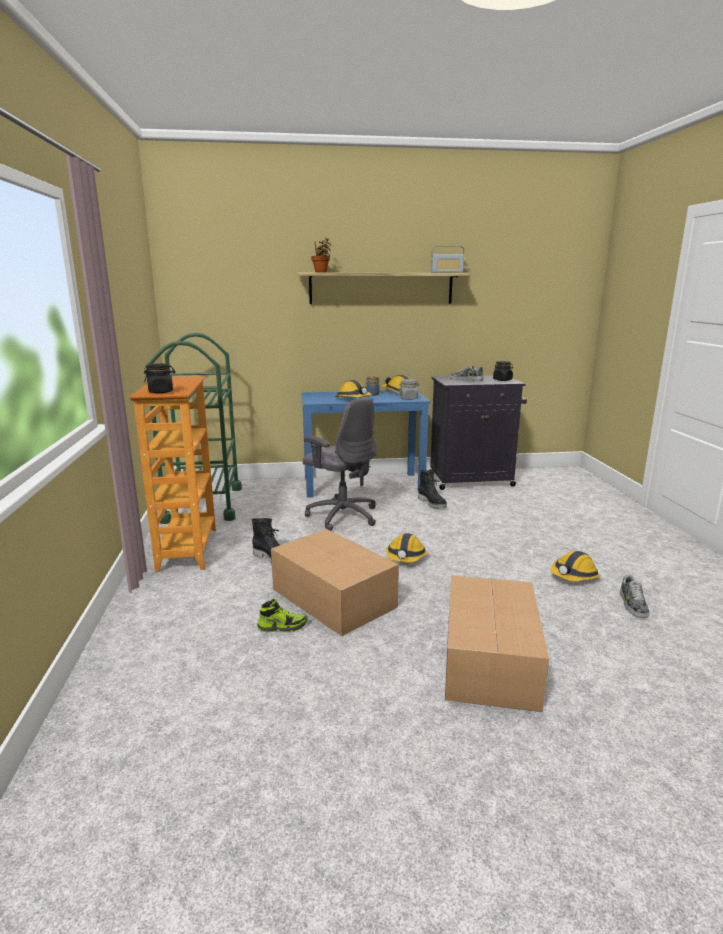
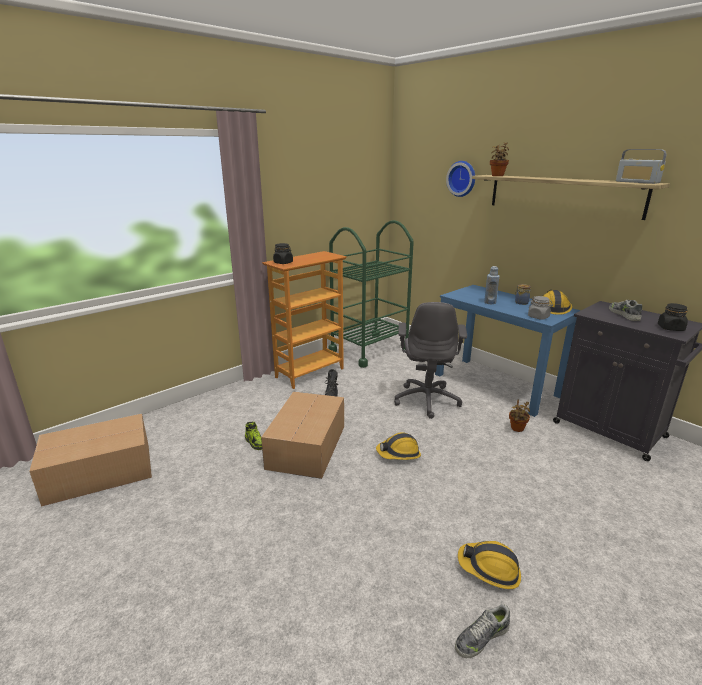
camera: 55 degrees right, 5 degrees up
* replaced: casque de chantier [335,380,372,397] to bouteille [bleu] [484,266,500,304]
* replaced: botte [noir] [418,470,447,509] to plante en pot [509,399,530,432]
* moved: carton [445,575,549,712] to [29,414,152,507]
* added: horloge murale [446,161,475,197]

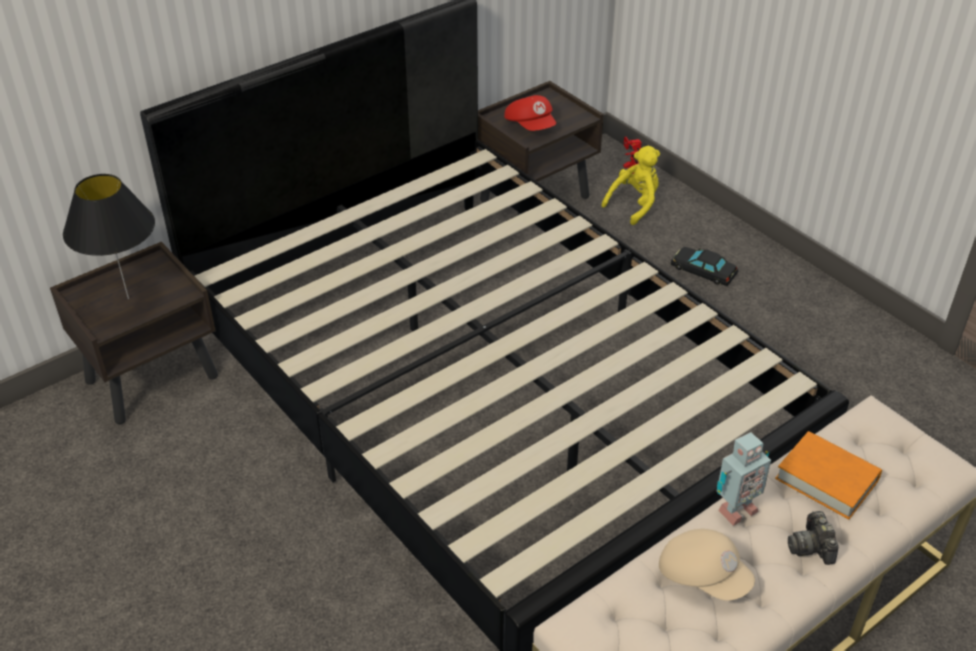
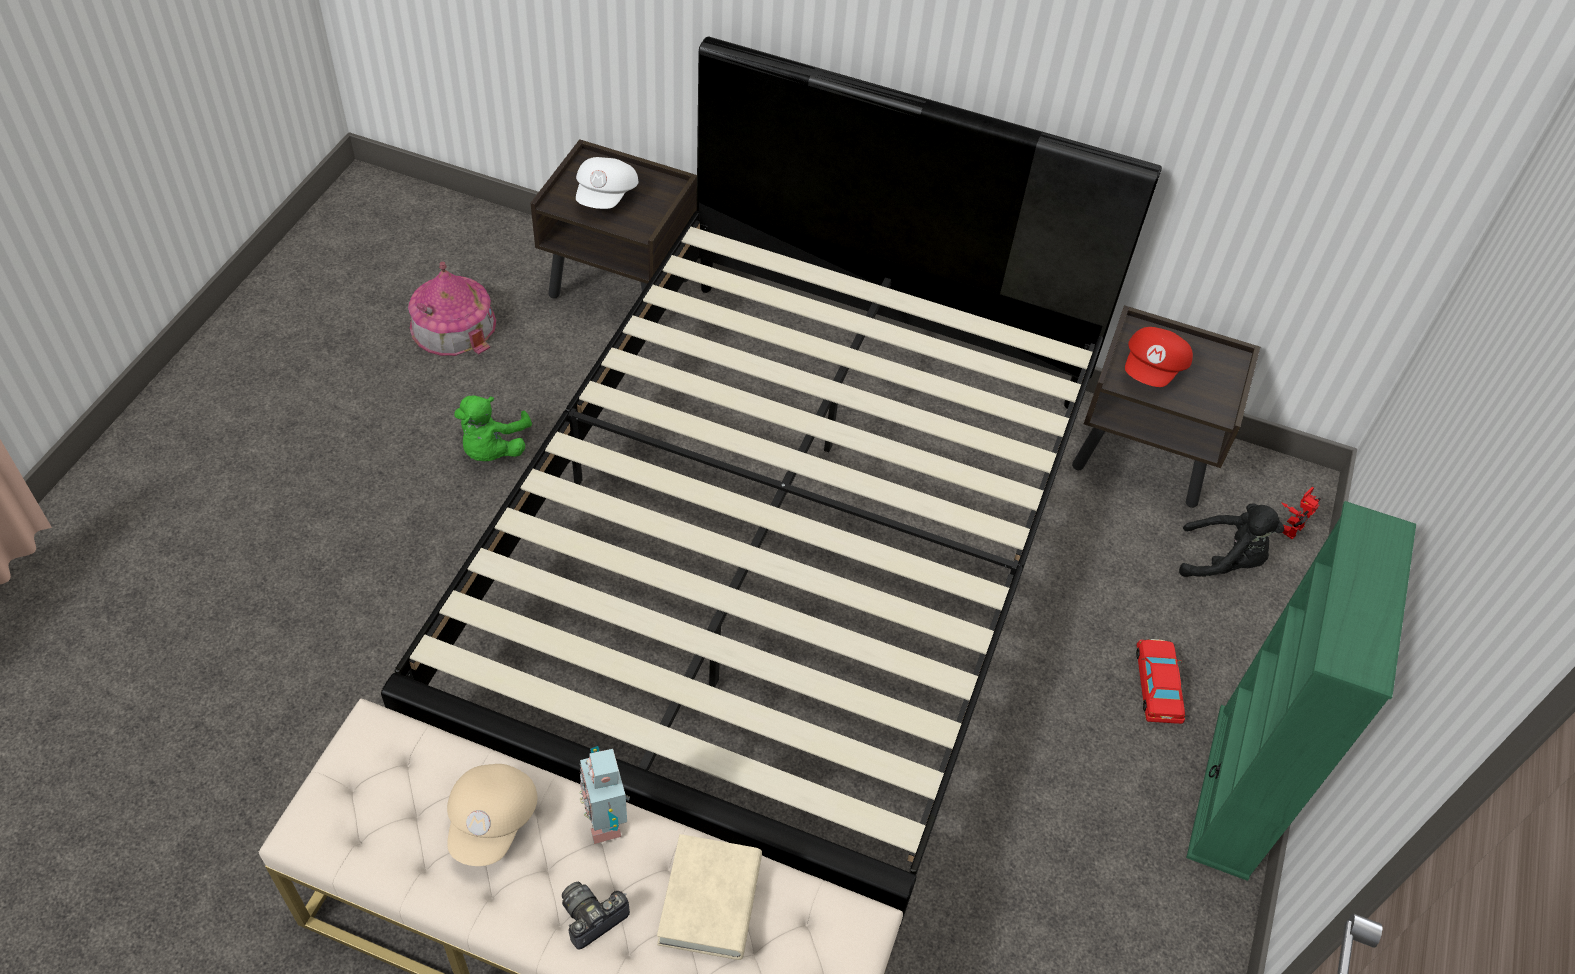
camera: 55 degrees right, 10 degrees up
* recoloured: peluche [jaune] [601,146,660,225] to peluche [noir] [1179,503,1285,577]
* replaced: lampe de table [noir] [63,174,155,299] to casquette [blanc] [576,157,638,209]
* recoloured: petite voiture [noir] [671,247,738,286] to petite voiture [rouge] [1136,639,1185,724]
* recoloured: livre [orange] [775,431,882,520] to livre [beige] [657,834,762,960]
* turned: robot jouet [717,432,771,526] = [579,746,630,844] 45 degrees clockwise
* added: maison miniature [408,262,496,356]
* added: peluche [vert] [454,396,532,461]
* added: bibliothèque [vert] [1186,501,1416,881]

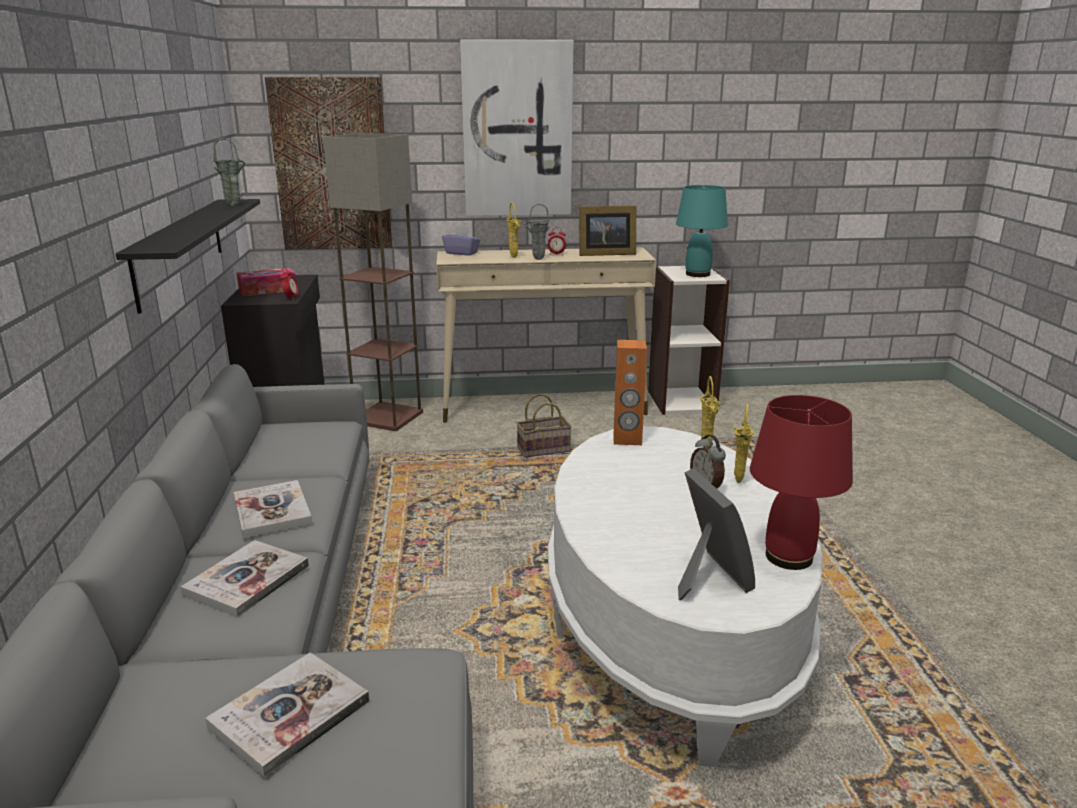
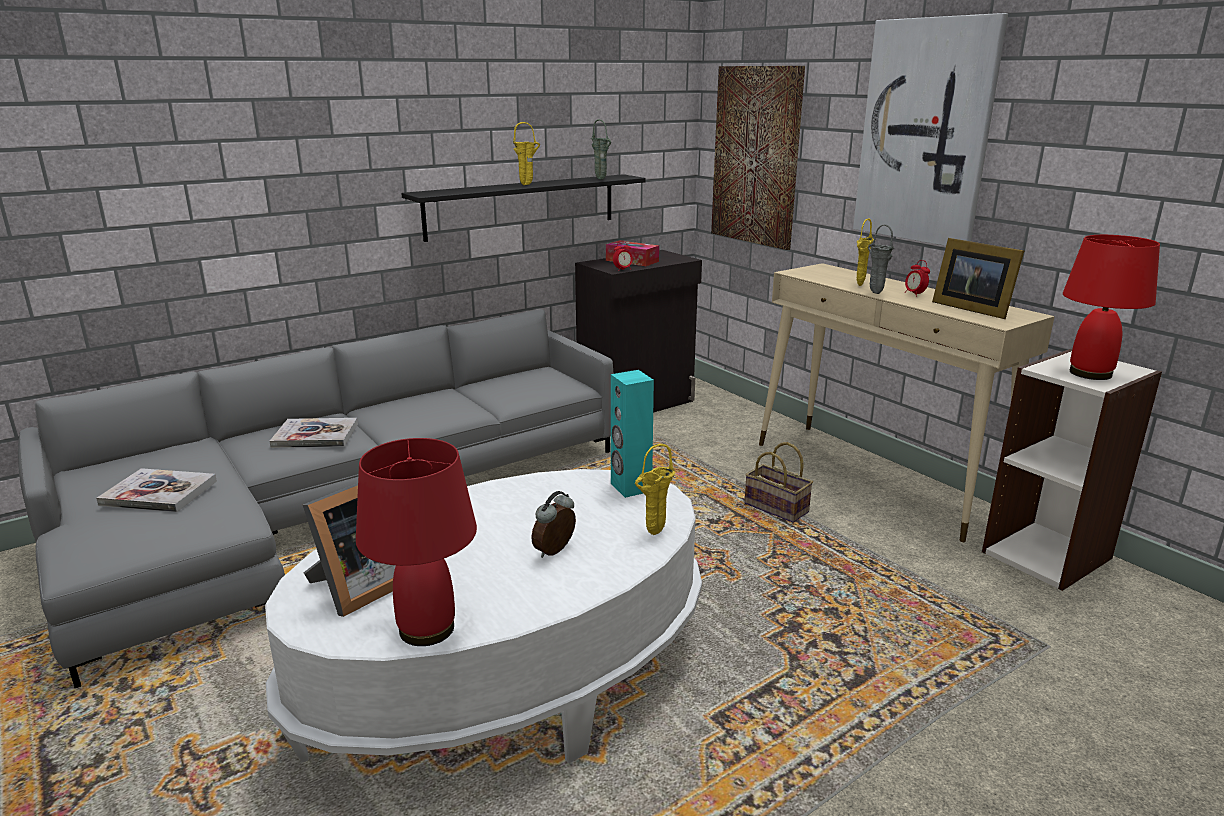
camera: 60 degrees right, 0 degrees up
* removed: lampadaire [323,133,423,431]
* recoloured: lampe de table [turquoise] [676,185,728,277] to lampe de table [rouge] [1063,235,1160,380]
* removed: boîte à mouchoirs [violet] [442,226,480,256]
* recoloured: enceinte [orange] [614,340,647,445] to enceinte [turquoise] [611,370,654,498]
* moved: vase [jaune] [733,404,754,483] to [513,122,540,185]
* removed: livre [234,480,312,538]

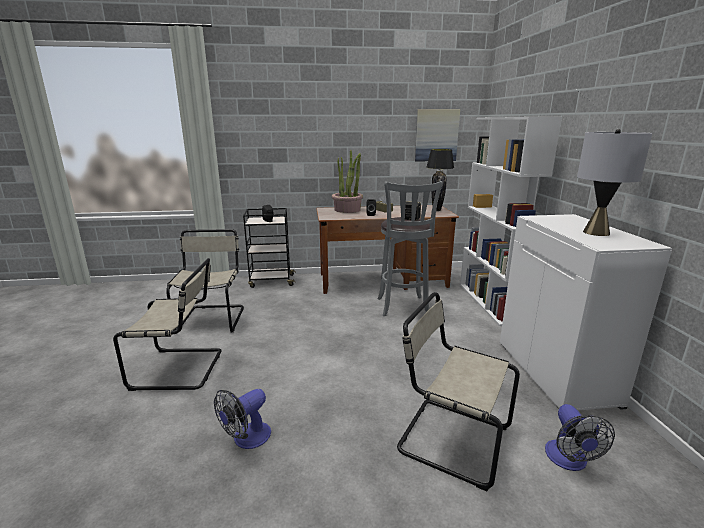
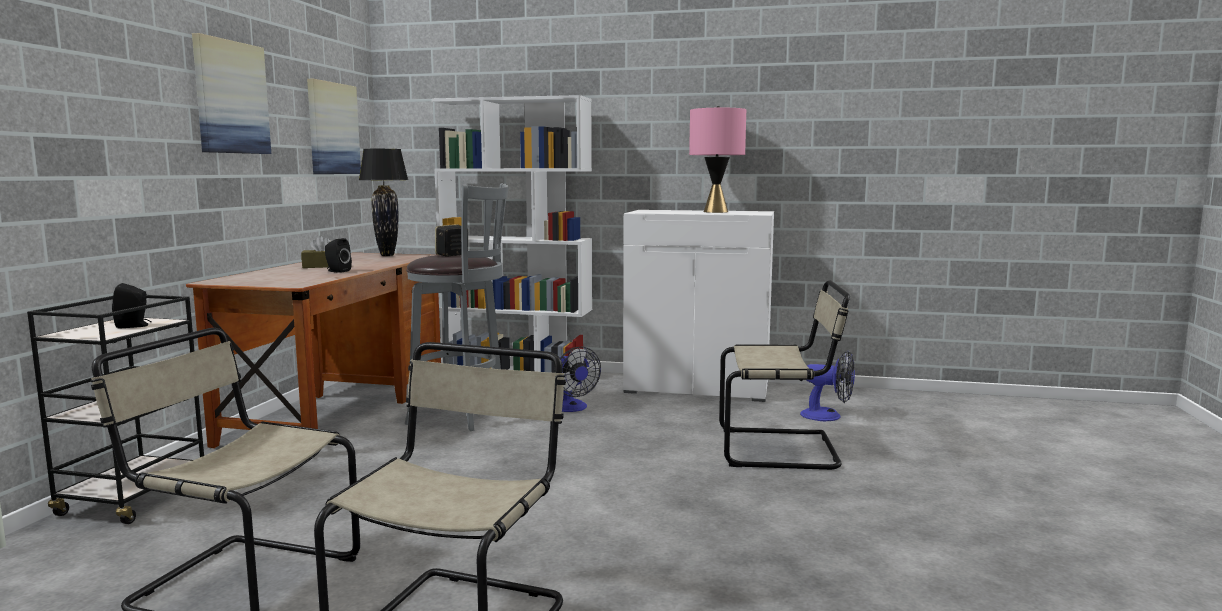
camera: 70 degrees left, 10 degrees down
* recoloured: lampe de table [gris] [577,129,652,236] to lampe de table [rose] [689,106,746,213]
* removed: plante en pot [332,150,363,213]
* turned: chaise [beige] [397,292,520,491] = [719,280,850,470] 135 degrees counterclockwise
* moved: ventilateur [214,389,271,449] to [560,347,601,412]
* added: tableau [192,33,271,154]

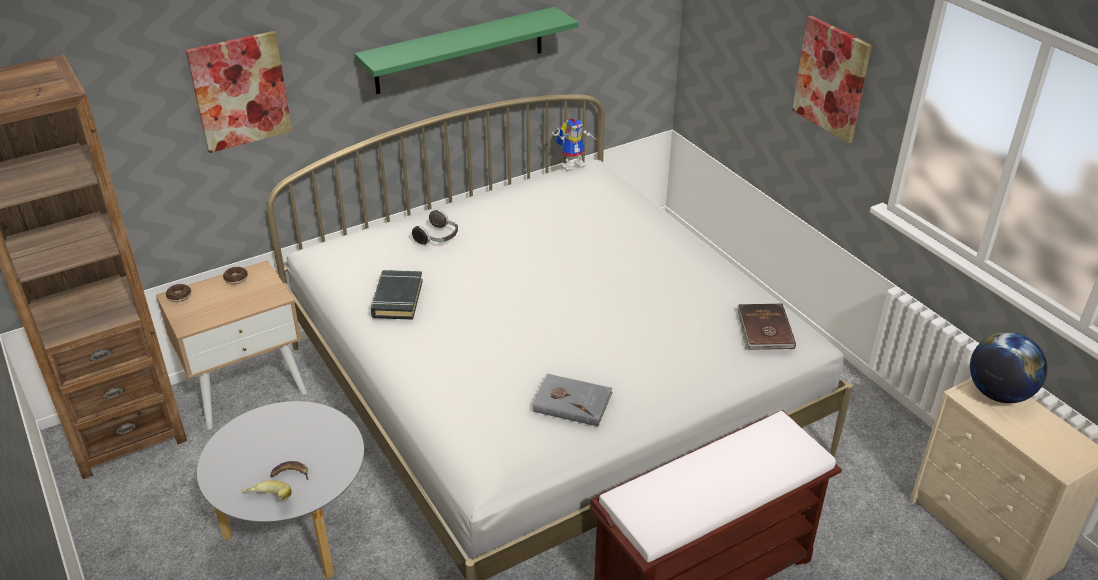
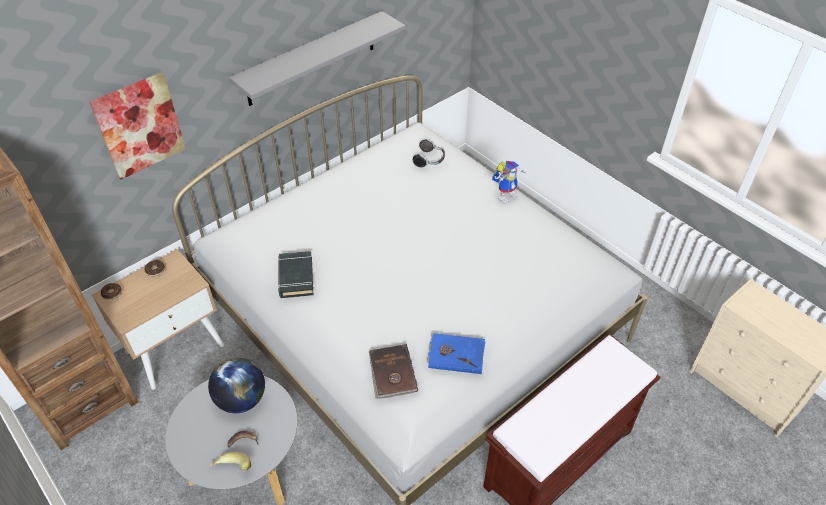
camera: 10 degrees left, 10 degrees up
* recoloured: étagère [vert] [354,7,579,94] to étagère [gris] [229,11,406,106]
* removed: tableau [793,15,872,143]
* moved: robot jouet [552,119,598,171] to [492,161,526,204]
* moved: casque audio [412,210,458,245] to [413,139,445,168]
* moved: livre [marron] [738,303,796,350] to [369,344,418,399]
* moved: globe [970,332,1047,403] to [208,357,265,413]
* recoloured: livre [gris] [532,374,613,427] to livre [bleu] [427,333,486,374]

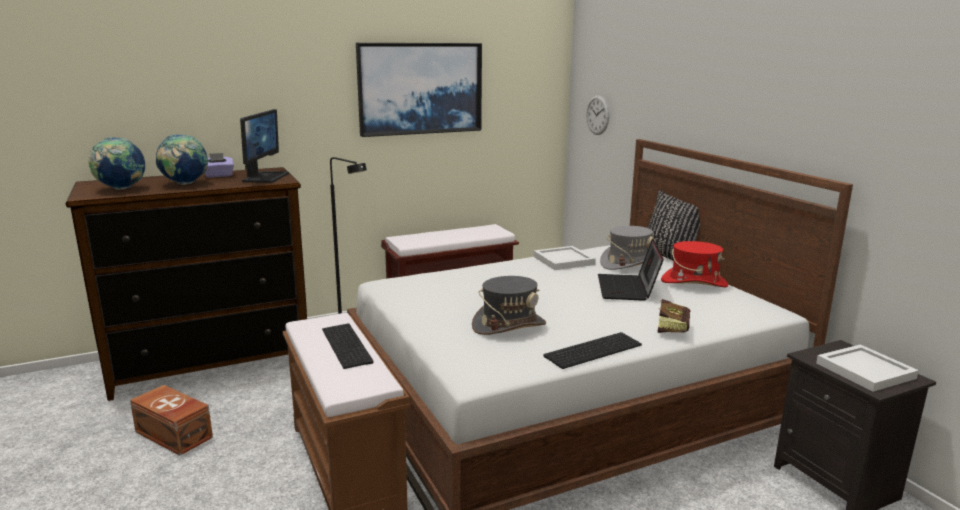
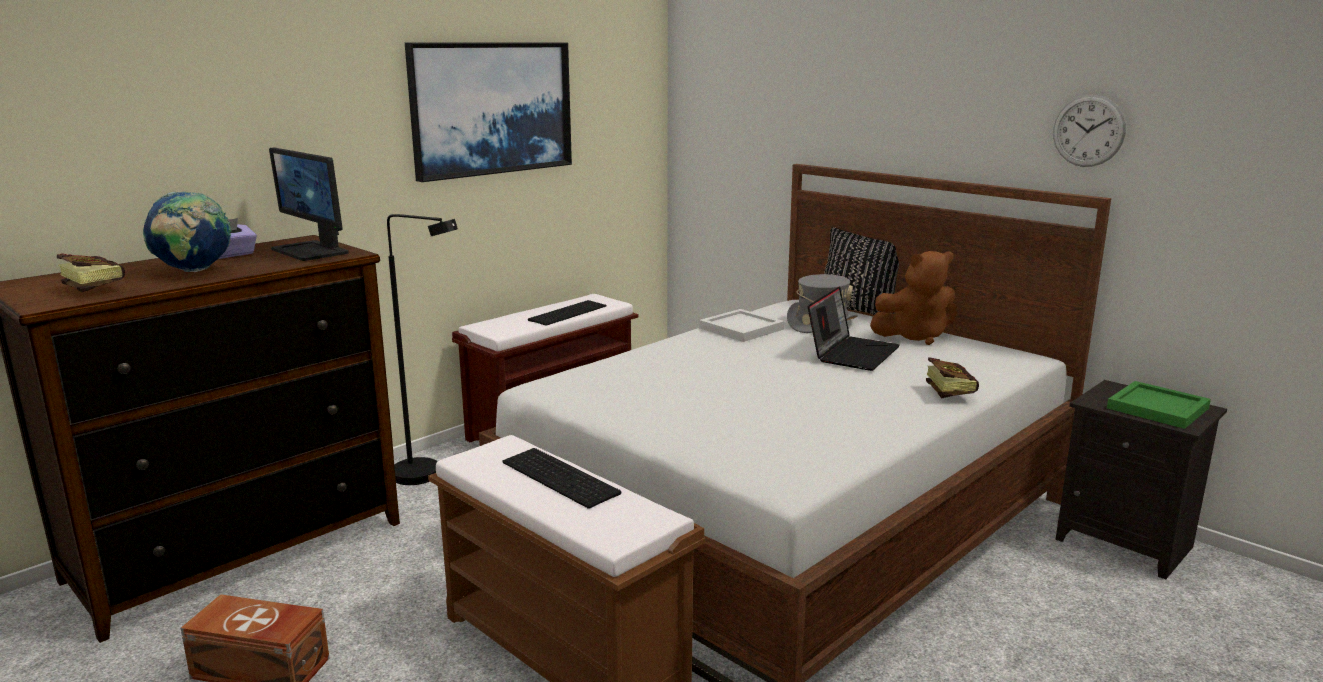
camera: 20 degrees left, 0 degrees up
* moved: horloge murale [586,95,609,135] to [1053,95,1126,167]
* turned: écran d'ordinateur [240,109,289,183] = [269,147,349,261] 150 degrees clockwise
* replaced: globe [89,137,145,190] to livre [57,253,125,292]
* turned: ordinateur portable [598,238,664,301] = [808,286,900,371] 135 degrees counterclockwise
* replaced: chapeau [rouge] [661,241,728,287] to peluche [marron] [870,251,957,345]
* removed: chapeau [gris] [472,276,546,335]
* moved: clavier [543,332,642,369] to [528,300,606,326]
* recoloured: plateau [blanc] [816,344,919,392] to plateau [vert] [1107,381,1211,429]

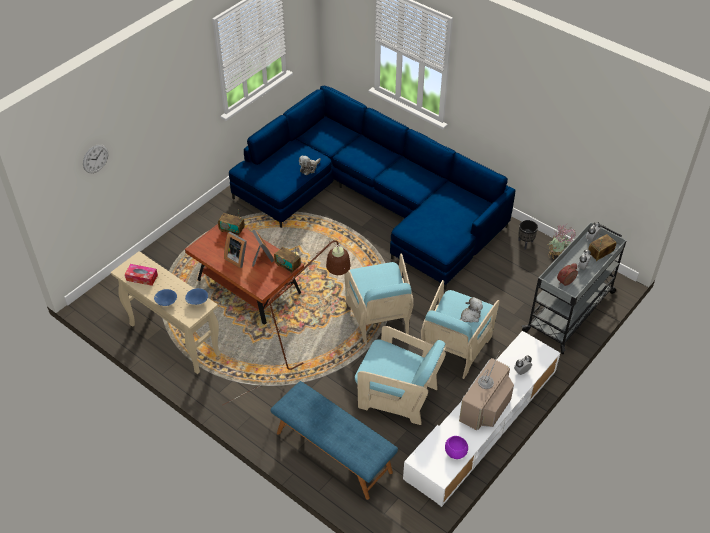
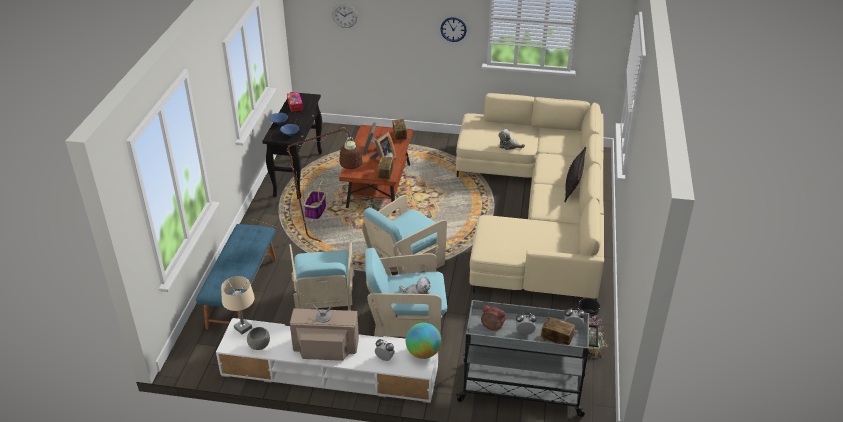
camera: 60 degrees right, 10 degrees down
* recoloured: canapé [bleu] [229,86,516,290] to canapé [beige] [456,93,604,301]
* recoloured: table console [beige] [111,251,221,374] to table console [noir] [262,92,322,199]
* recoloured: bol [violet] [445,436,468,459] to bol [gris] [247,327,270,350]
* added: horloge murale [440,17,467,42]
* added: coussin [564,147,586,202]
* added: panier [303,179,326,219]
* added: lampe de table [beige] [221,276,255,334]
* added: globe [406,323,441,359]

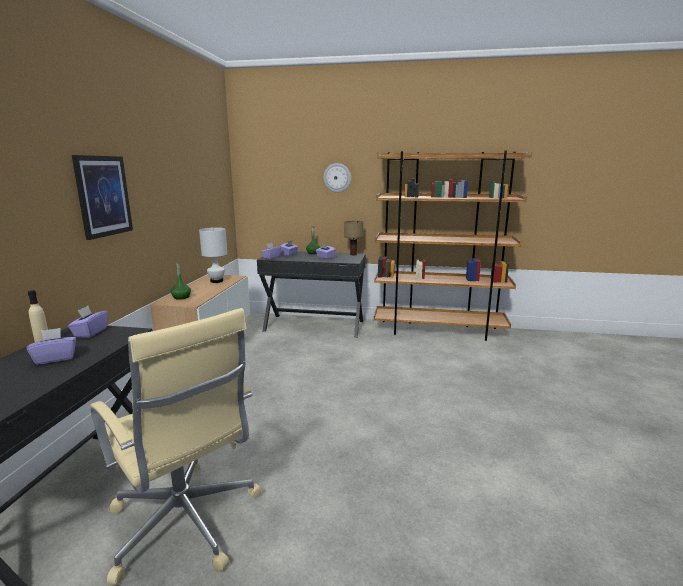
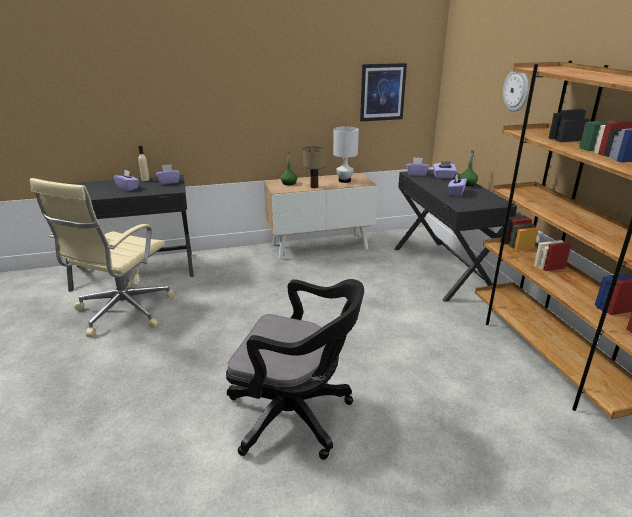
camera: 65 degrees right, 10 degrees up
* moved: tableau [72,155,133,240] to [360,63,407,121]
* moved: lampe de table [344,221,363,255] to [303,146,326,188]
* added: chaise de bureau [noir] [226,279,364,460]

